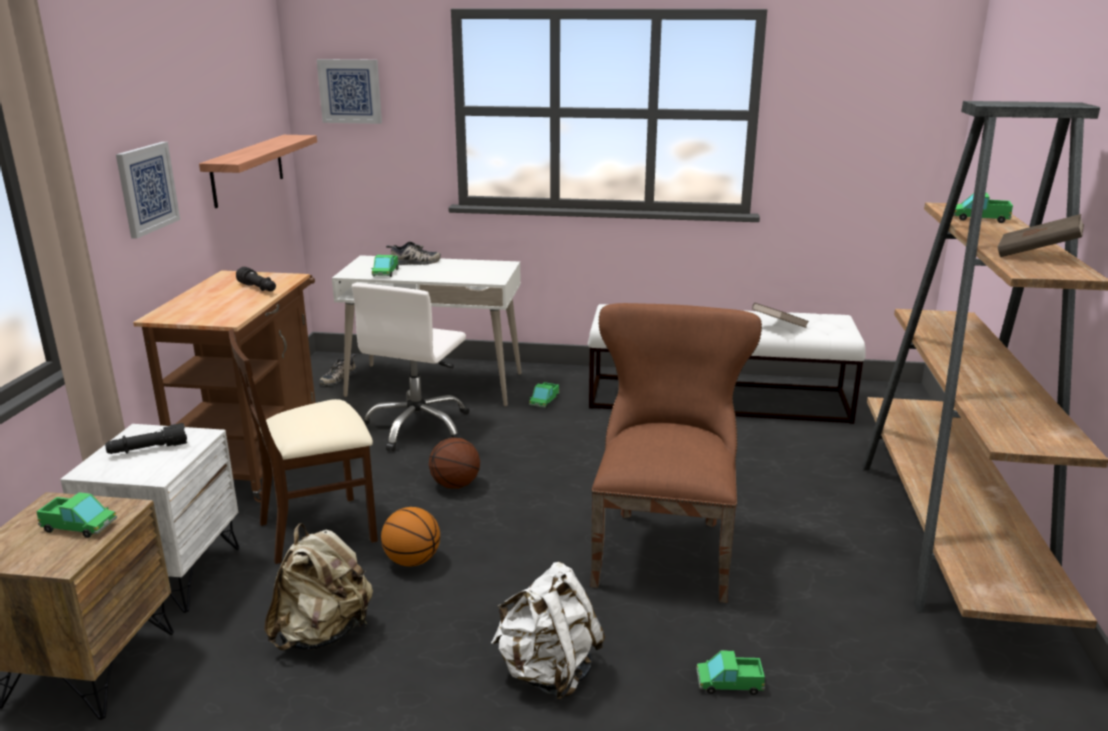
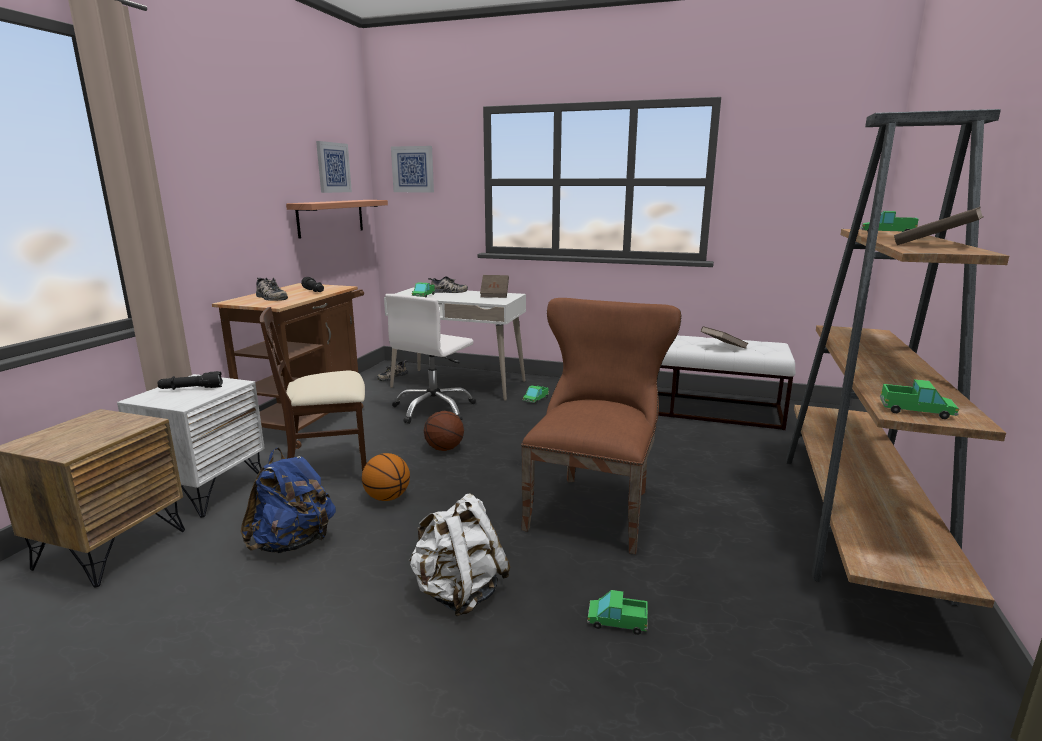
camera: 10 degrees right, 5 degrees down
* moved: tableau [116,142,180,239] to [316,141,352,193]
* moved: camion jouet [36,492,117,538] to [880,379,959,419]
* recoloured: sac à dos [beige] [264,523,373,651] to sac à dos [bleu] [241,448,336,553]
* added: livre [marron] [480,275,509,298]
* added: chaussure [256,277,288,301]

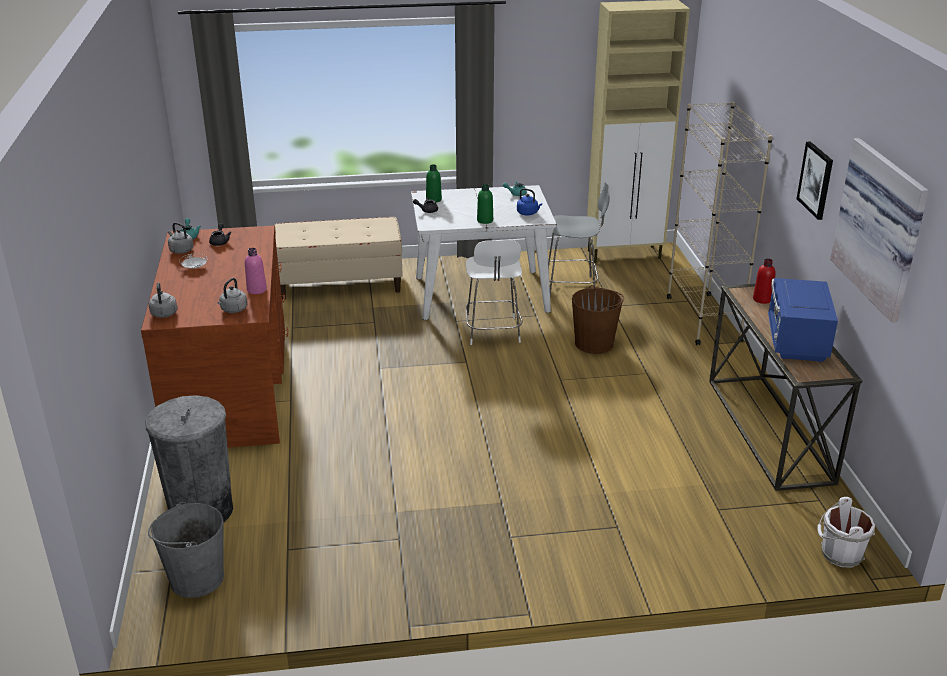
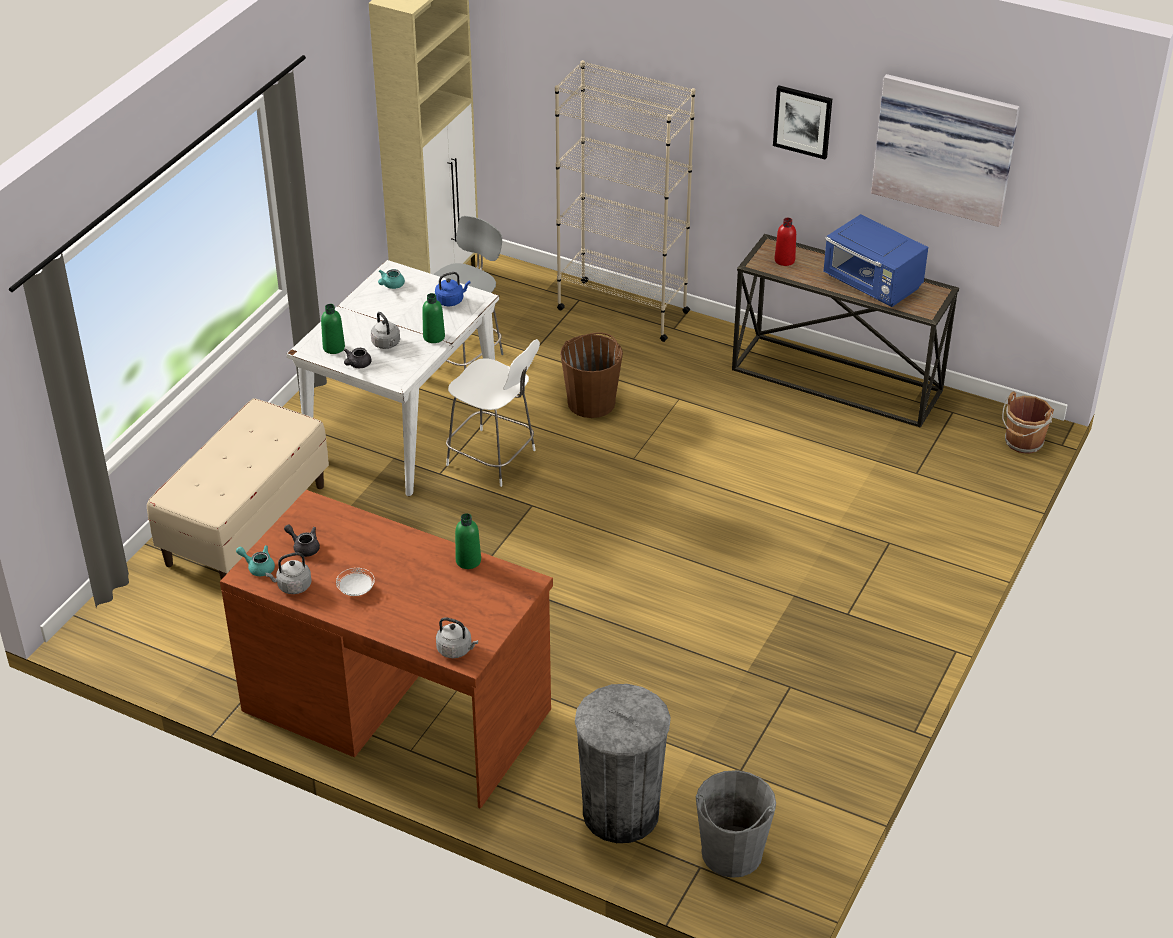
camera: 55 degrees left, 10 degrees up
* recoloured: bouteille [rose] [245,248,267,294] to bouteille [vert] [455,513,481,569]
* moved: bouilloire [gris] [217,278,247,313] to [371,312,400,349]
* recoloured: seau [blanc] [817,497,875,568] to seau [marron] [1002,391,1054,454]

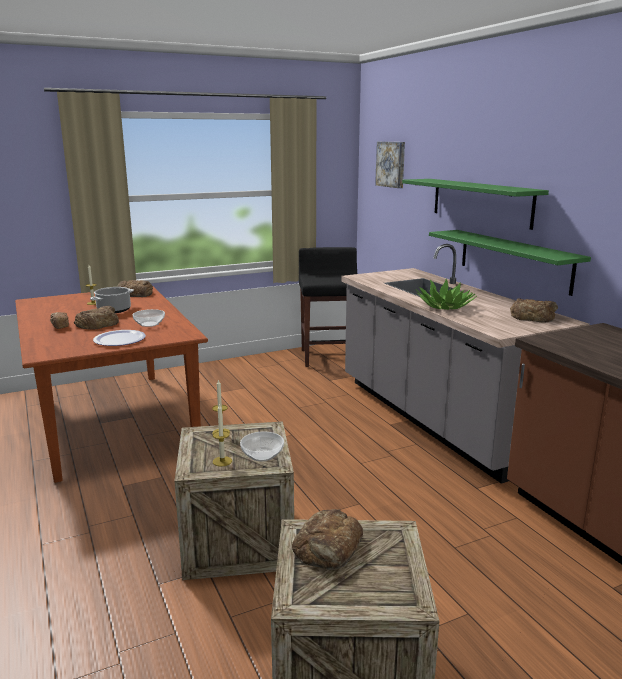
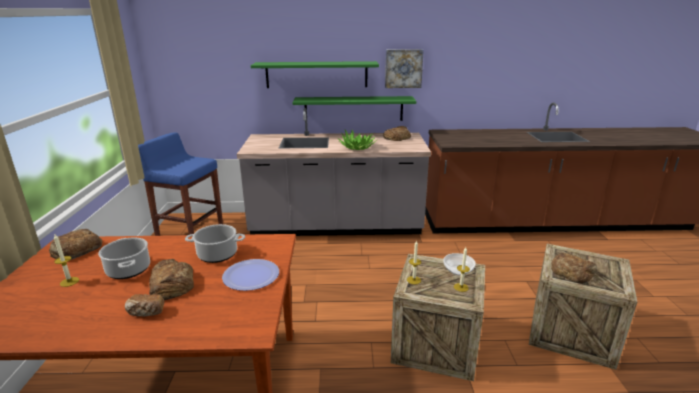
camera: 65 degrees left, 5 degrees up
* moved: tableau [375,142,405,188] to [385,49,424,88]
* recoloured: tabouret [noir] [299,247,357,367] to tabouret [bleu] [138,132,223,236]
* replaced: bol [133,309,165,327] to marmite [185,224,245,263]

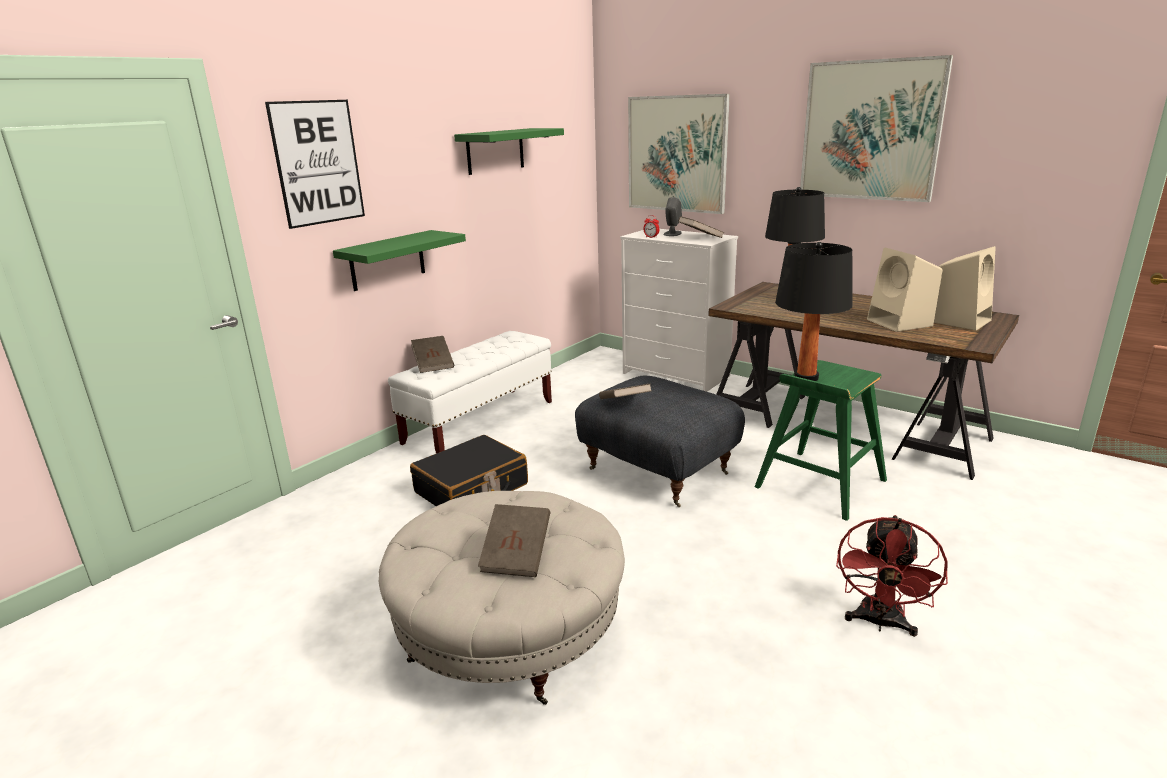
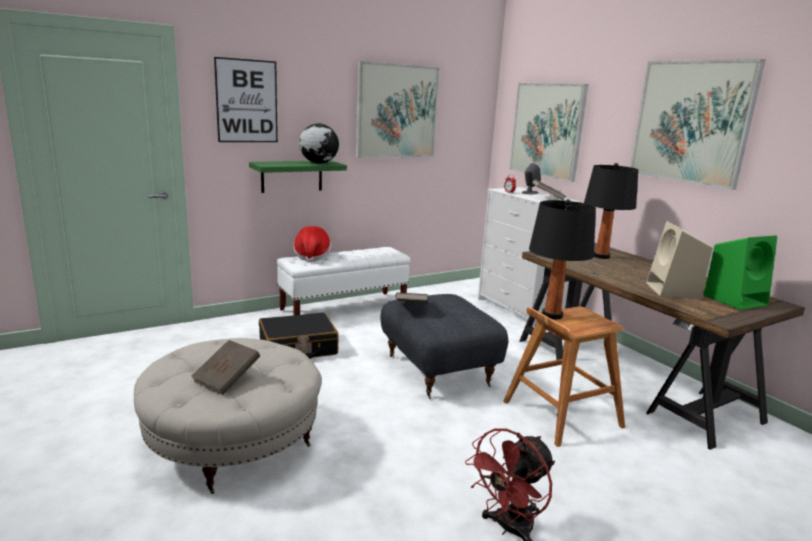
camera: 20 degrees right, 5 degrees down
* replaced: étagère [vert] [454,128,564,175] to tableau [356,61,440,158]
* recoloured: enceinte [beige] [934,246,996,330] to enceinte [vert] [703,235,777,310]
* replaced: livre [marron] [411,336,454,373] to chapeau [293,226,331,263]
* recoloured: tabouret [vert] [755,360,887,521] to tabouret [marron] [503,306,625,447]
* added: globe [299,123,339,164]

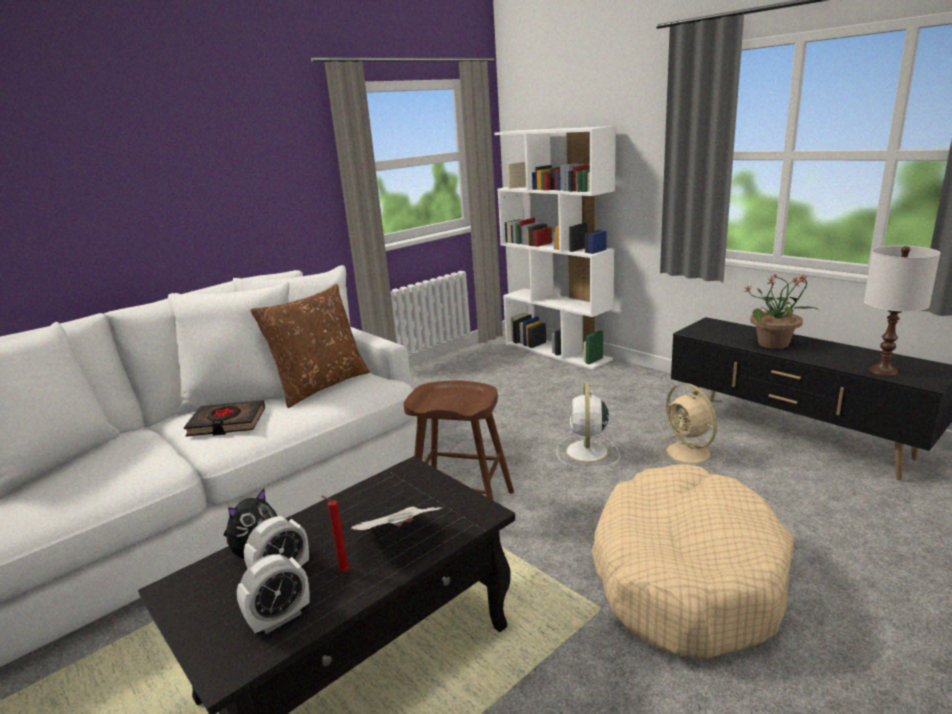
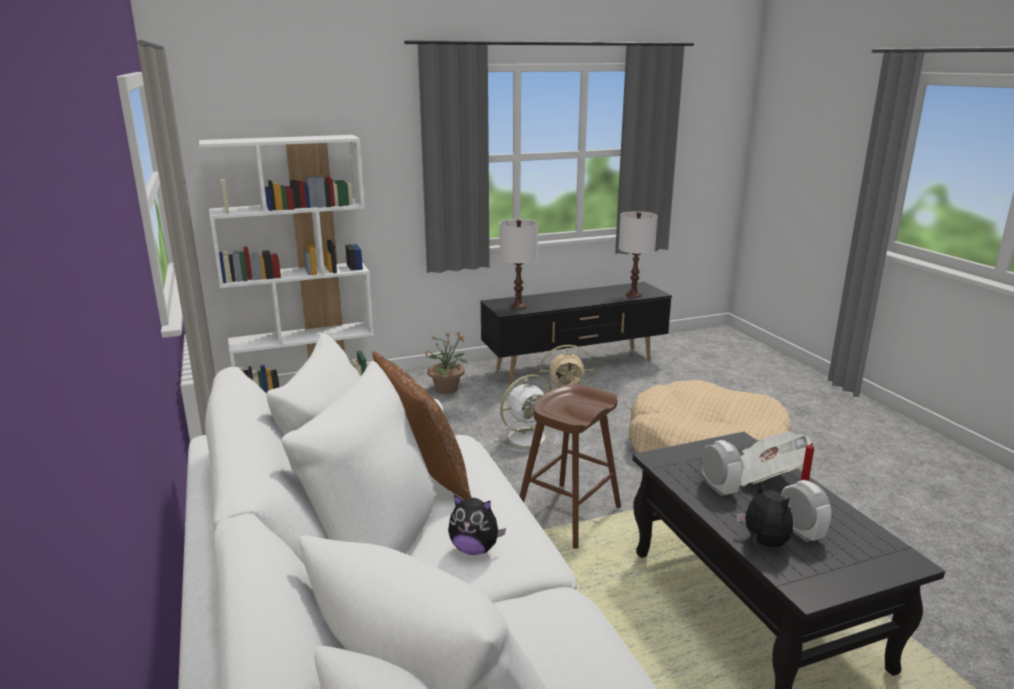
camera: 70 degrees left, 0 degrees up
* moved: plante en pot [744,273,817,349] to [423,331,468,394]
* turned: ventilateur [blanc] [557,383,620,469] = [494,374,558,452] 60 degrees counterclockwise
* replaced: livre [noir] [184,400,265,437] to peluche [448,494,506,555]
* moved: réveil [237,554,309,634] to [702,440,743,496]
* added: lampe de table [blanc] [500,219,538,310]

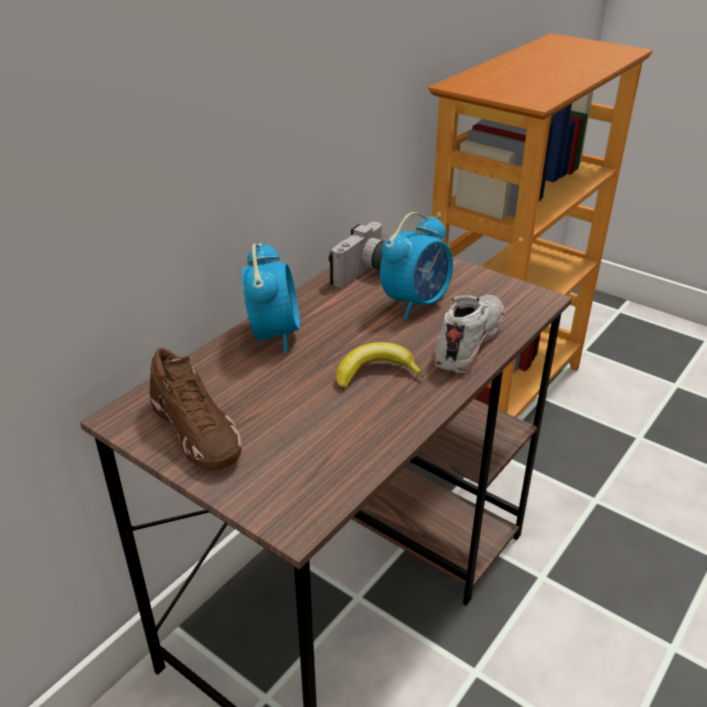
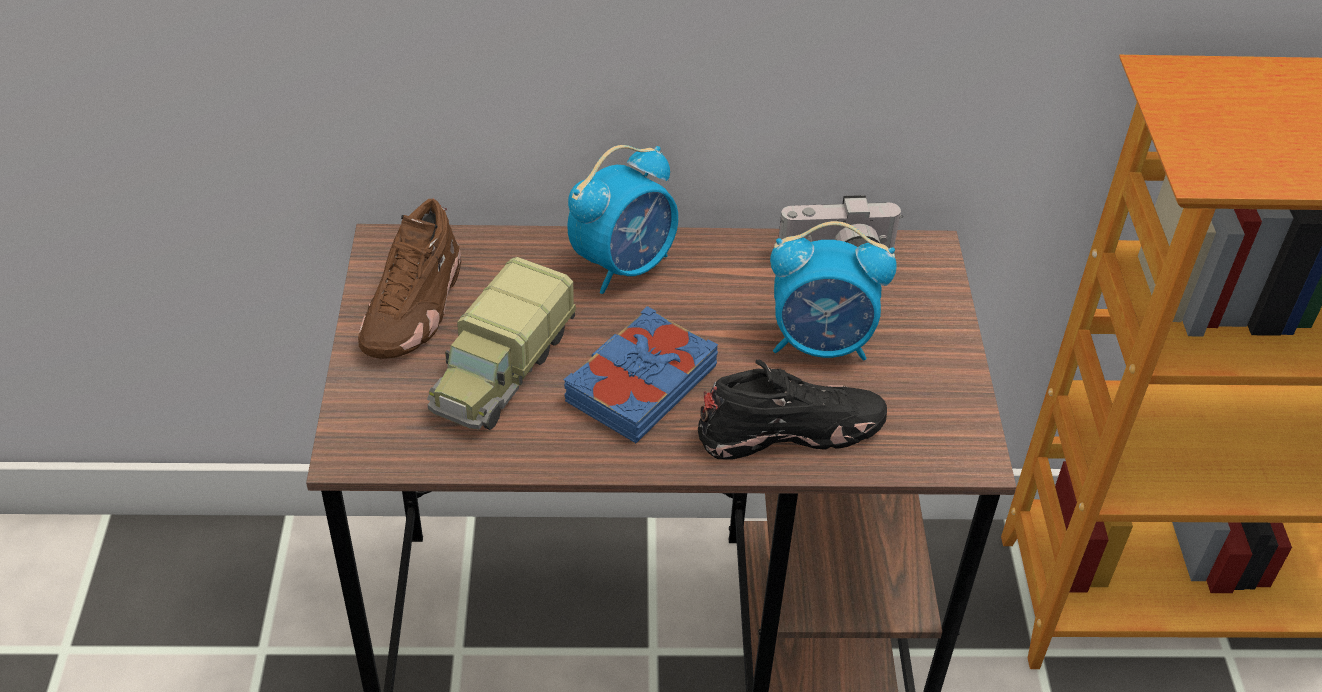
camera: 50 degrees right, 10 degrees up
* recoloured: chaussure [blanc] [434,295,504,373] to chaussure [noir] [698,359,887,460]
* replaced: banane [336,342,424,390] to livre [bleu] [564,306,718,443]
* added: camion jouet [427,257,576,430]

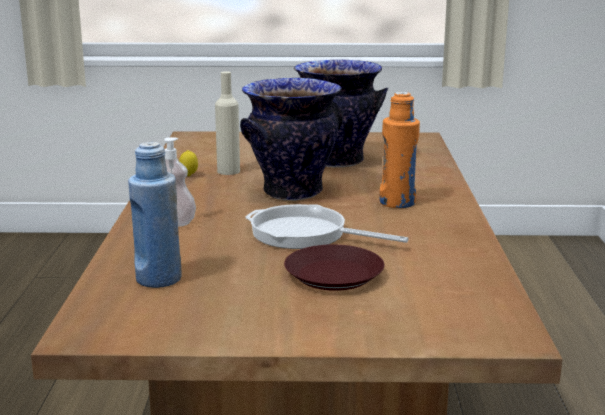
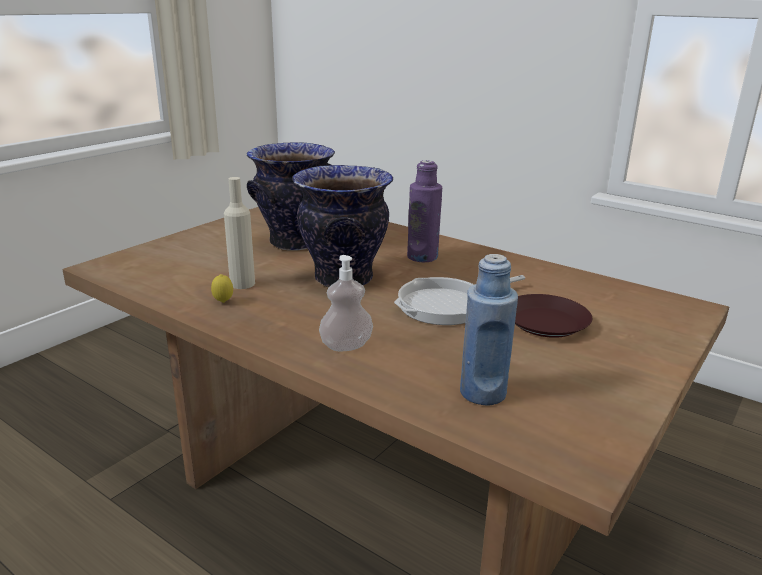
camera: 55 degrees left, 5 degrees up
* recoloured: bouteille [orange] [379,92,420,208] to bouteille [violet] [407,160,442,262]

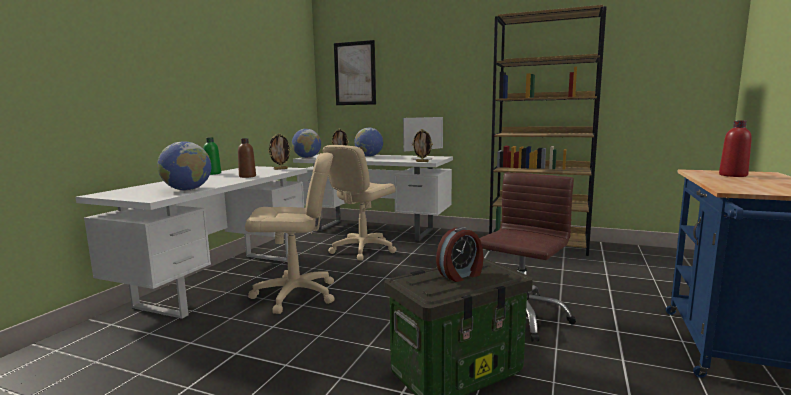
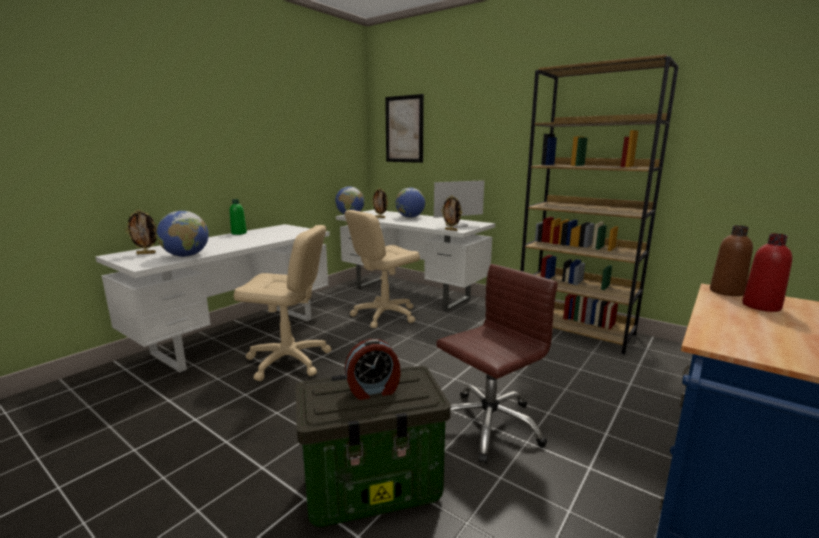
camera: 15 degrees right, 5 degrees up
* moved: cadre photo [268,133,292,170] to [125,210,157,254]
* moved: bouteille [marron] [238,138,256,178] to [710,225,753,296]

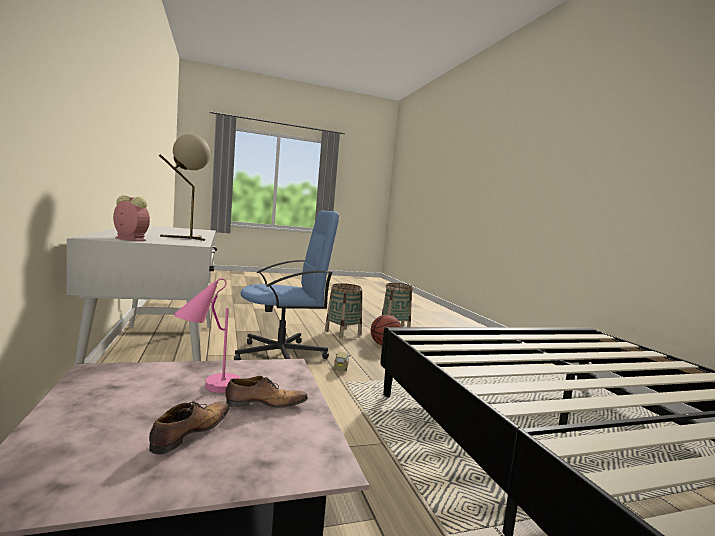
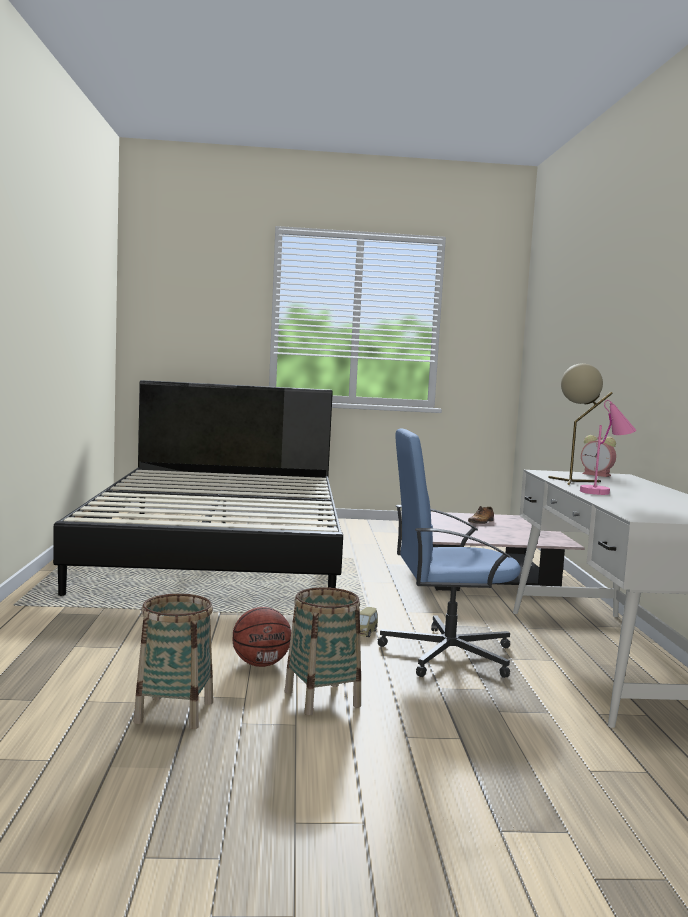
camera: 165 degrees left, 0 degrees up
* moved: lampe de table [rose] [173,278,241,393] to [580,400,636,495]
* removed: chaussure [225,376,308,408]

